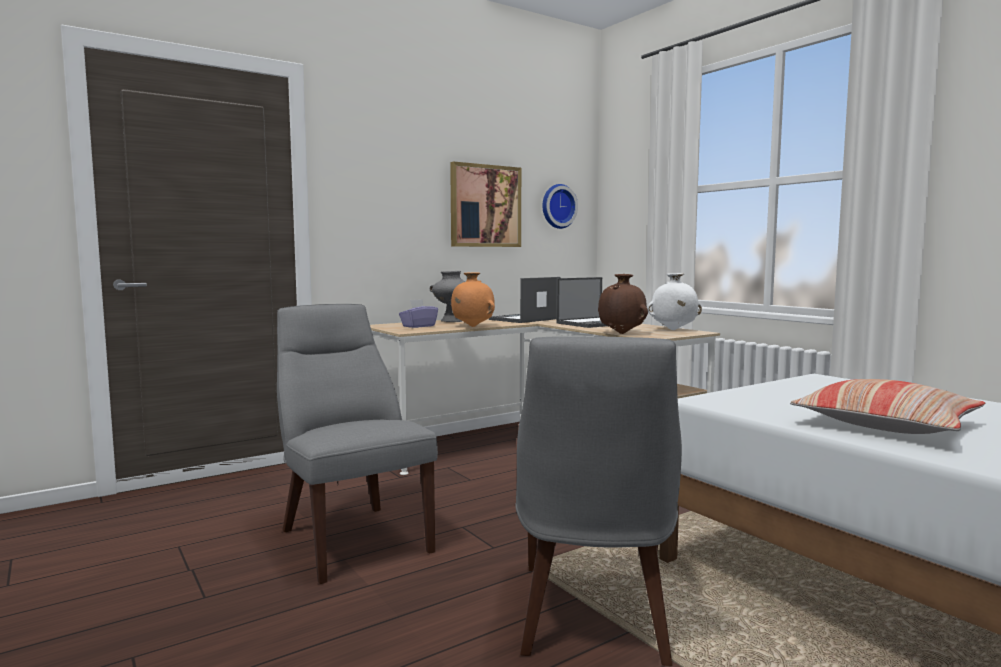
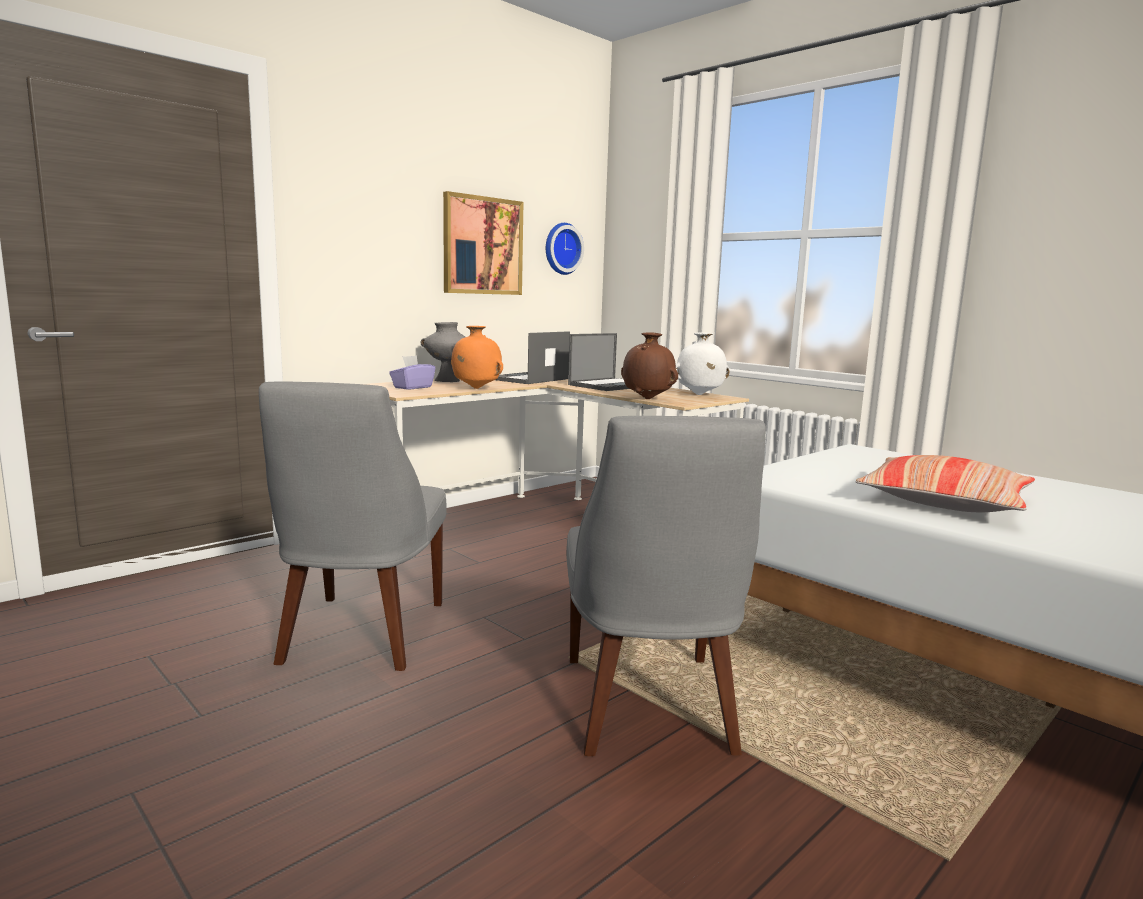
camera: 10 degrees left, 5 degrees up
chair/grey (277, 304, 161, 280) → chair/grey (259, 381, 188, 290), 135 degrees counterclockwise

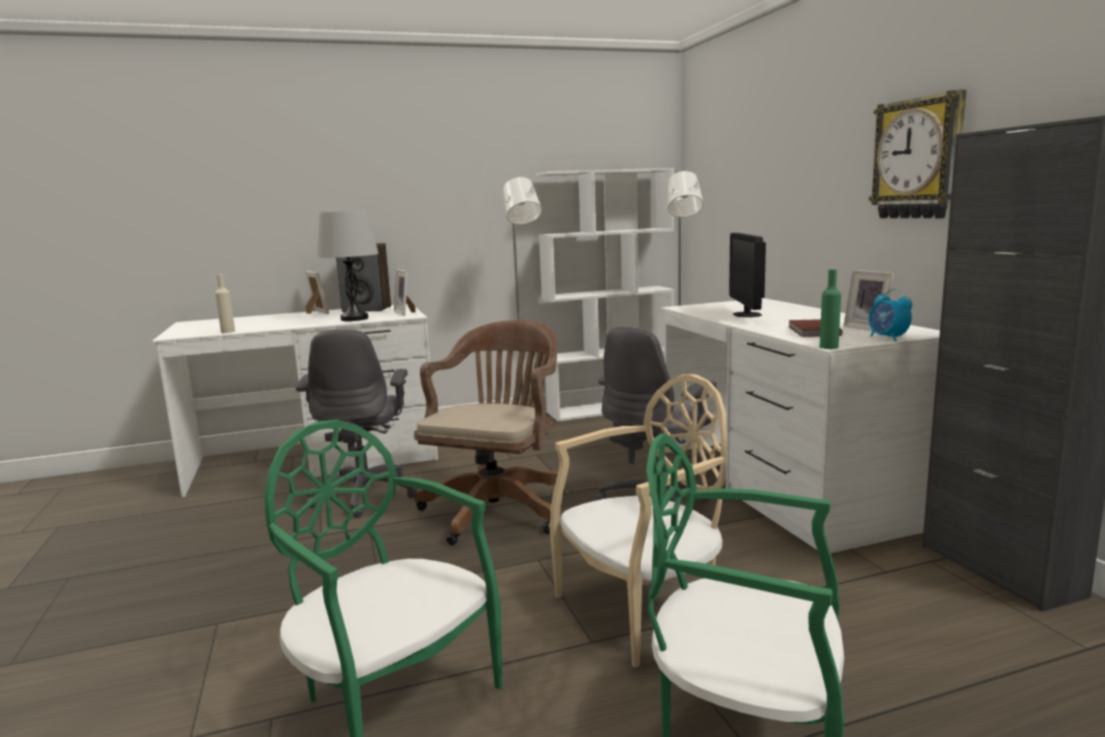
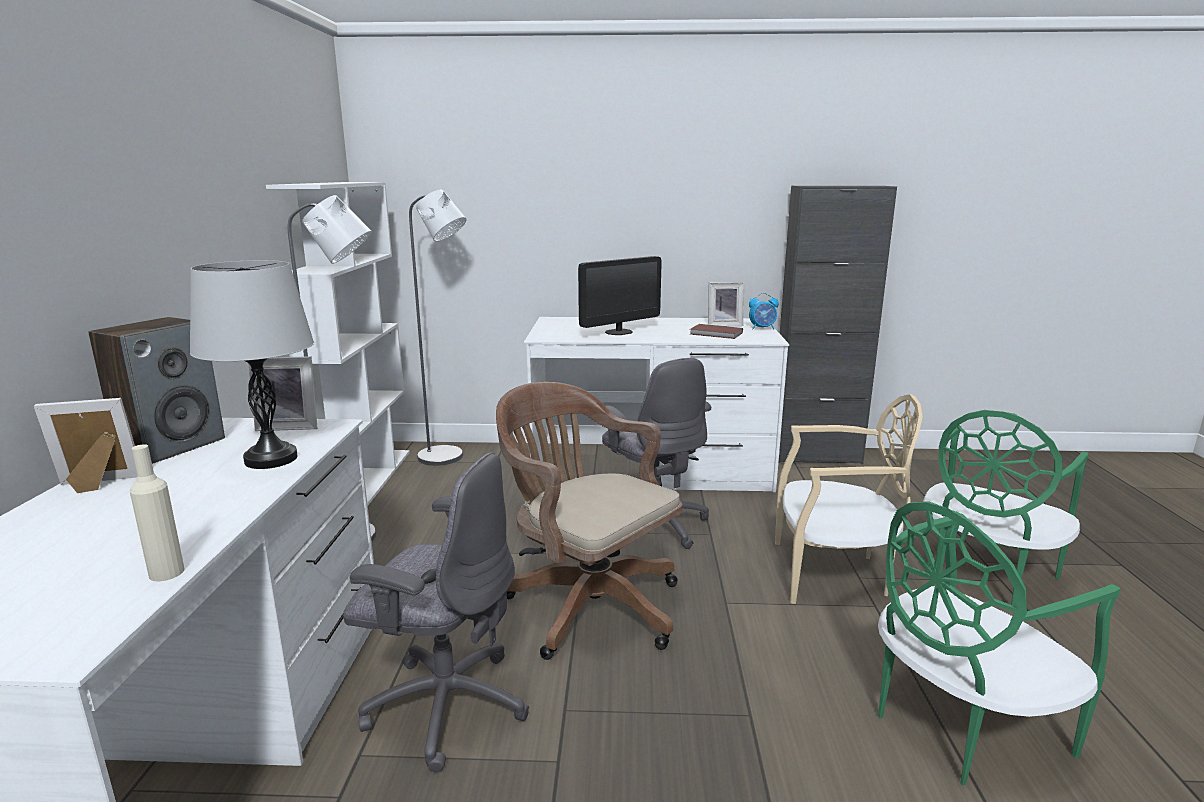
camera: 70 degrees left, 5 degrees up
bottle/green (820, 269, 21, 80) → -
wall clock (869, 90, 98, 128) → -
chair/beige (549, 374, 178, 294) → chair/beige (775, 394, 148, 210), 105 degrees clockwise
monitor (729, 233, 37, 84) → monitor (578, 256, 84, 79), 60 degrees counterclockwise

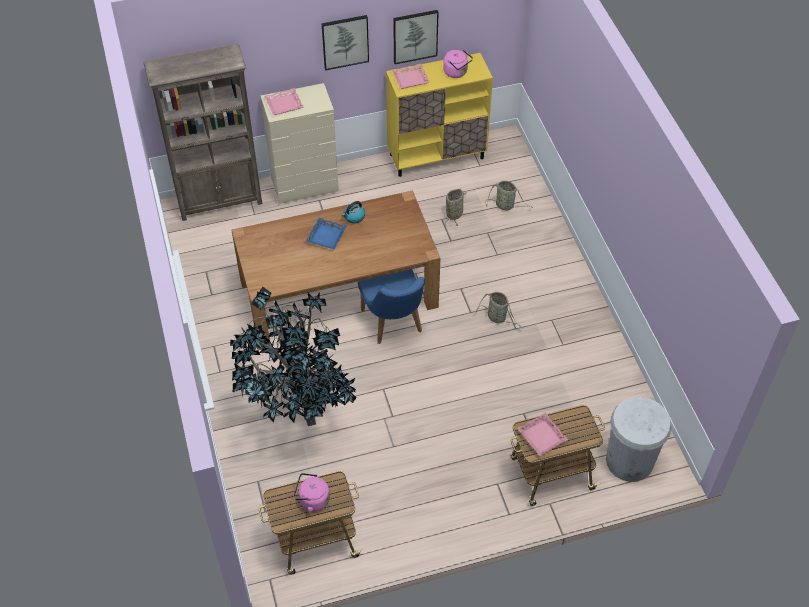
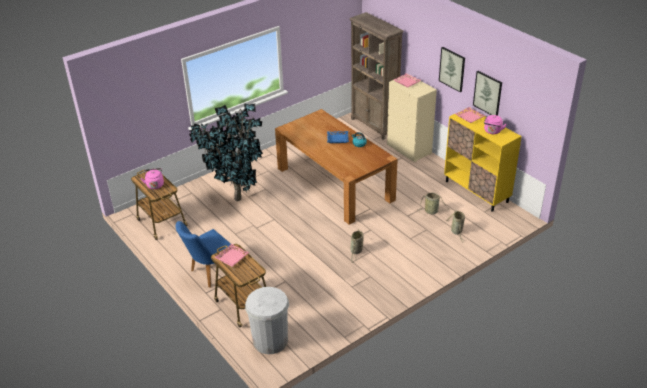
camera: 70 degrees right, 15 degrees down
chair/blue (358, 269, 67, 75) → chair/blue (176, 221, 62, 67), shifted

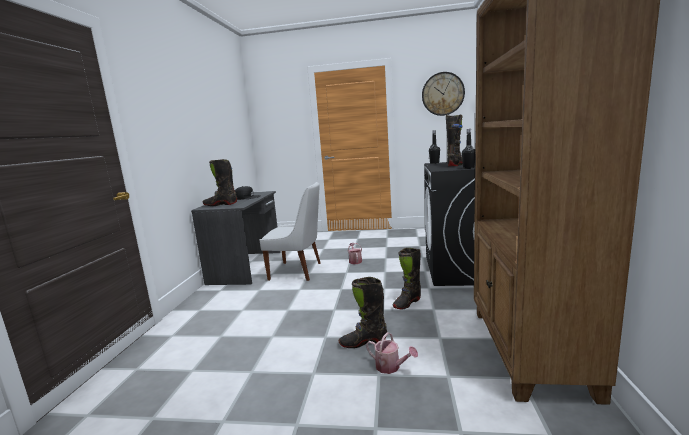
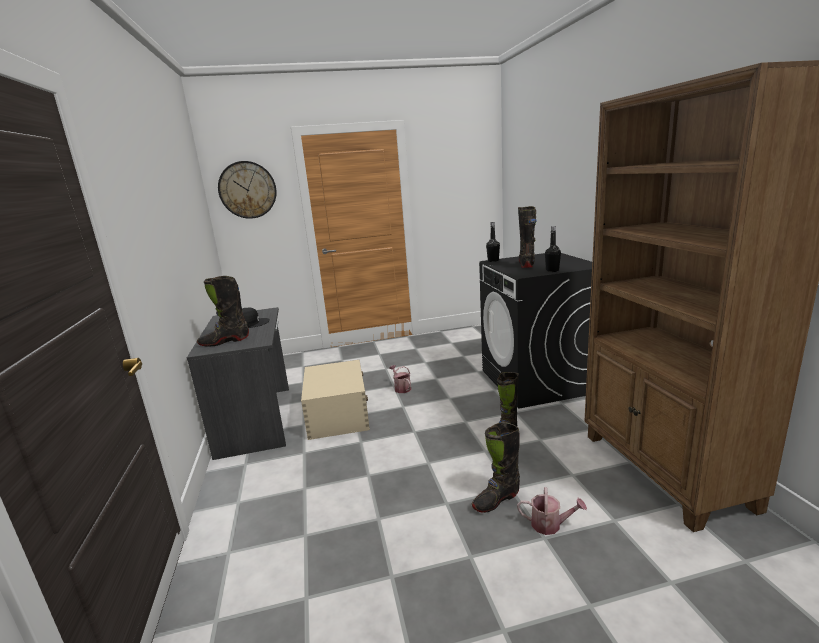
camera: 20 degrees left, 5 degrees up
wall clock (422, 72, 43, 44) → wall clock (218, 161, 59, 58), shifted
chair/white (260, 182, 61, 99) → storage box/beige (301, 360, 69, 80)

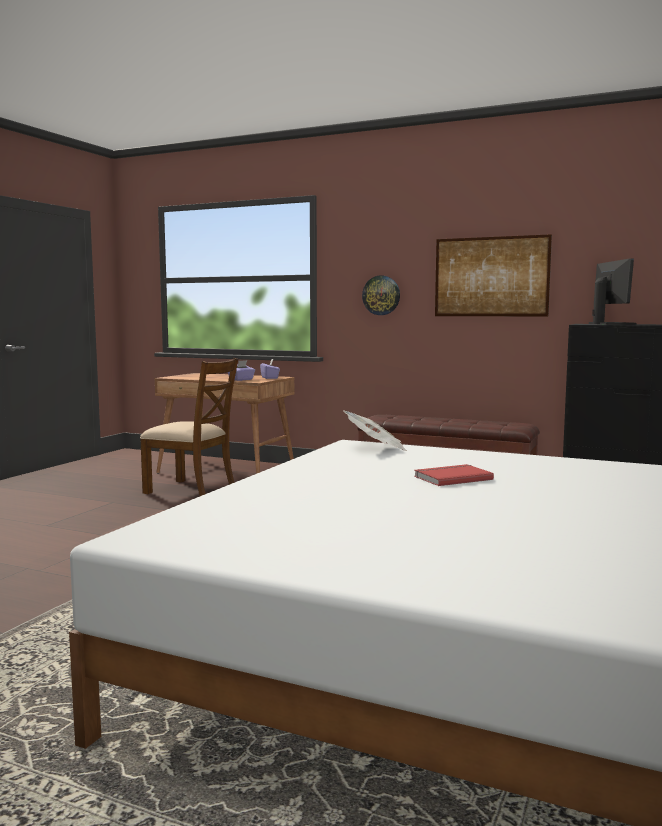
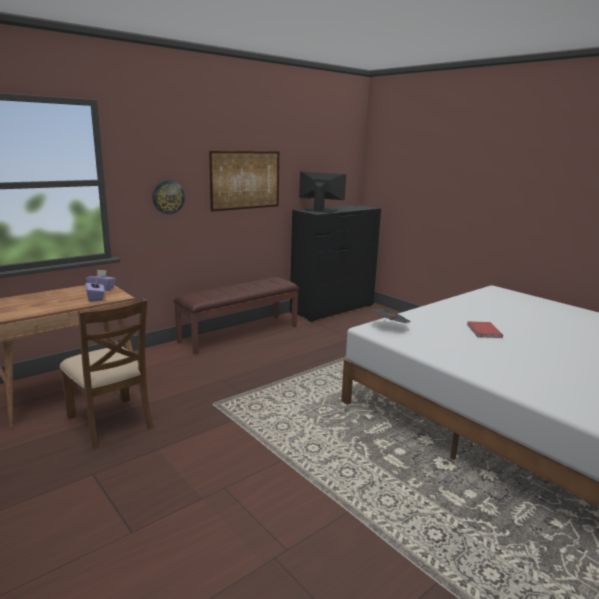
camera: 65 degrees left, 10 degrees up
chair/brown (140, 358, 98, 138) → chair/brown (60, 298, 93, 151), 90 degrees clockwise

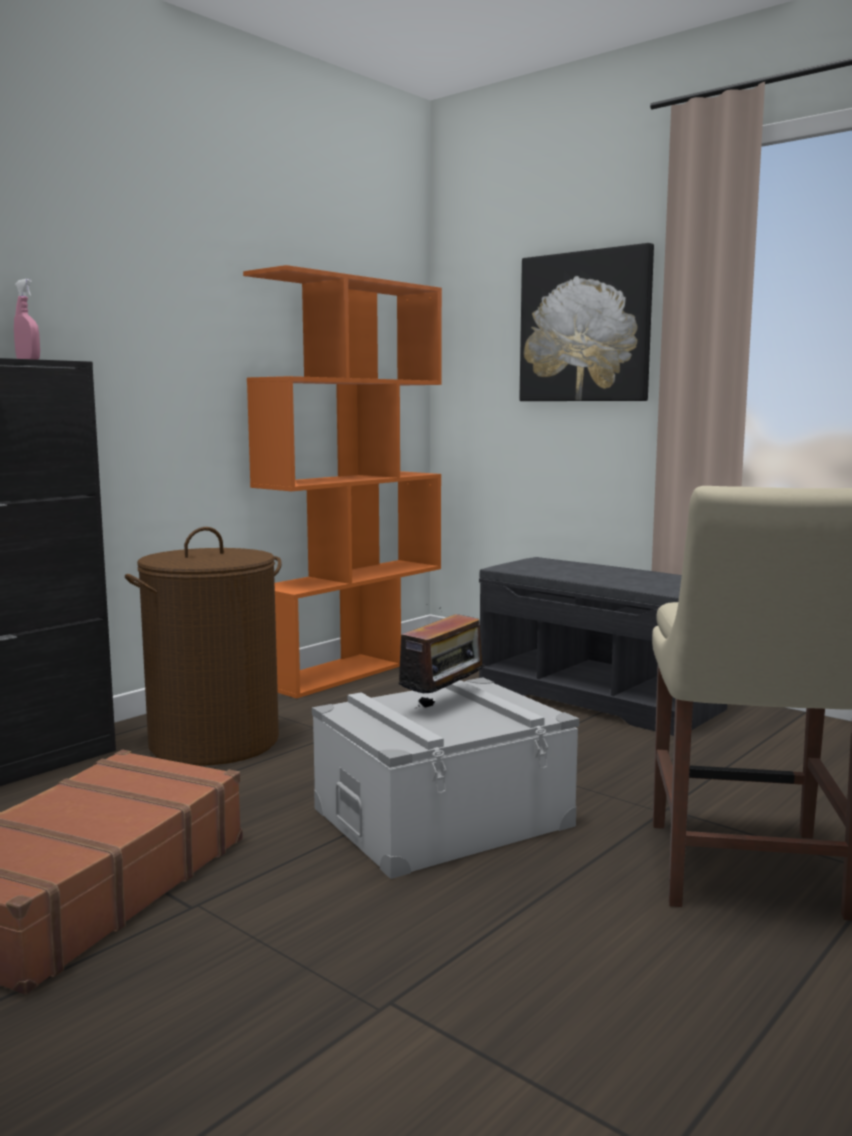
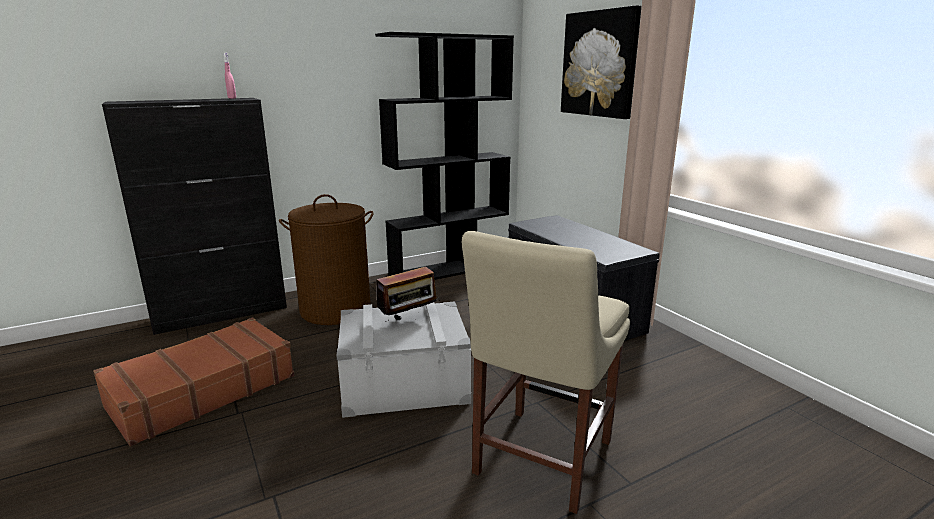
camera: 20 degrees right, 10 degrees up
bookcase/orange (243, 265, 199, 434) → bookcase/black (375, 32, 139, 248)

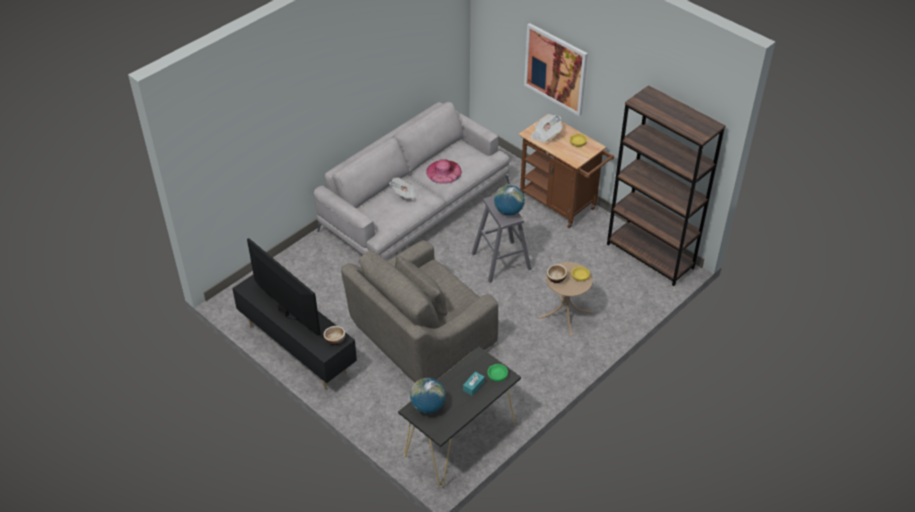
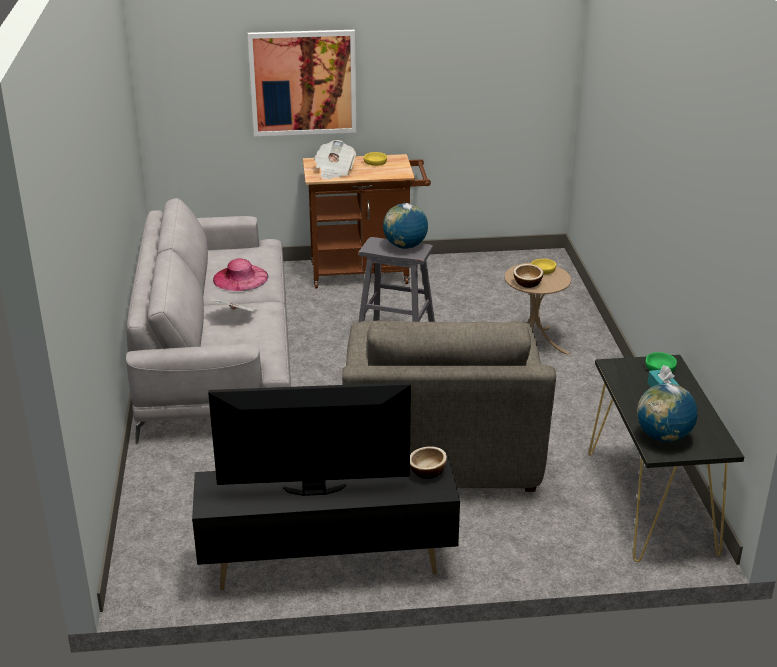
camera: 50 degrees left, 15 degrees down
bookcase/brown (607, 85, 119, 201) → -

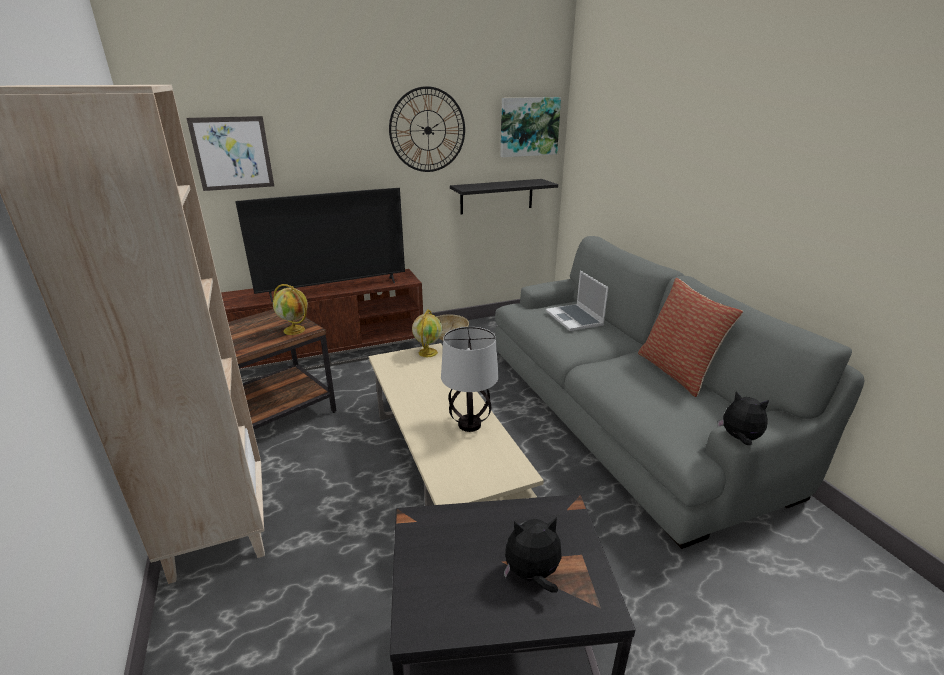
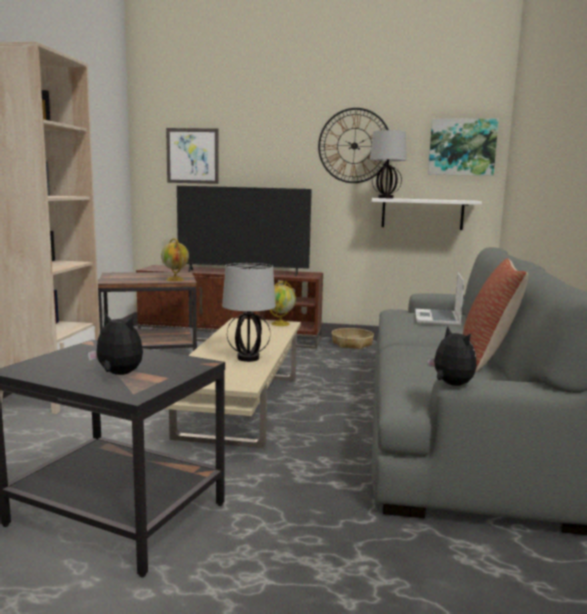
camera: 30 degrees right, 15 degrees down
- → table lamp (370, 130, 36, 68)
shelf/black (450, 179, 108, 35) → shelf/white (372, 198, 110, 32)

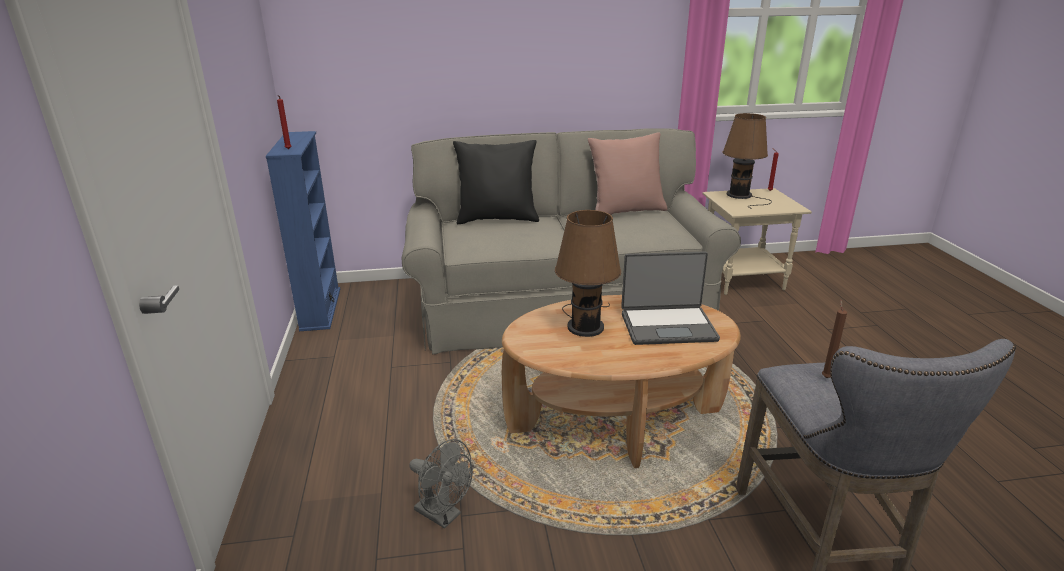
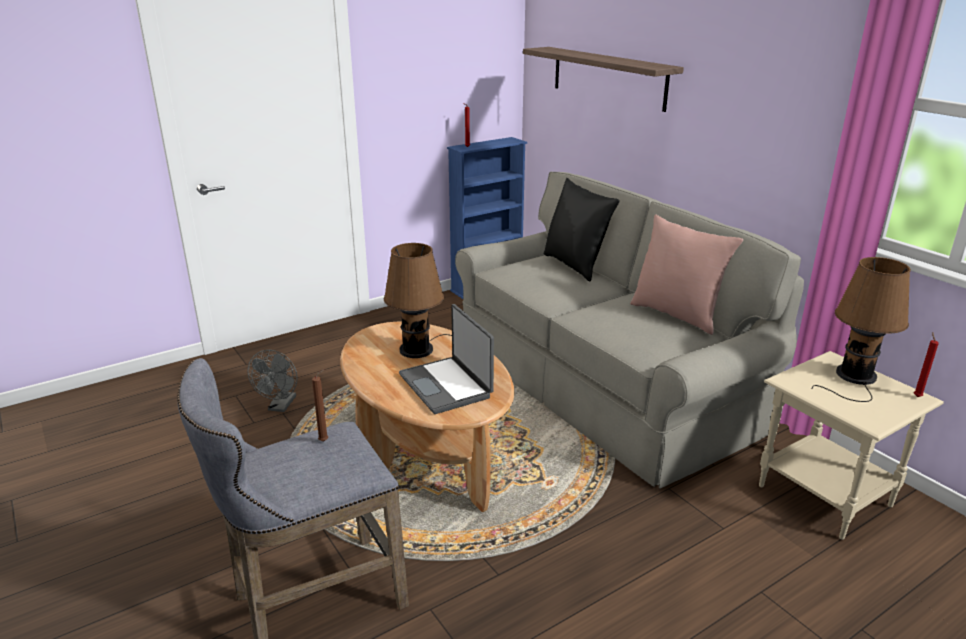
camera: 65 degrees right, 0 degrees up
- → shelf (523, 47, 161, 65)

